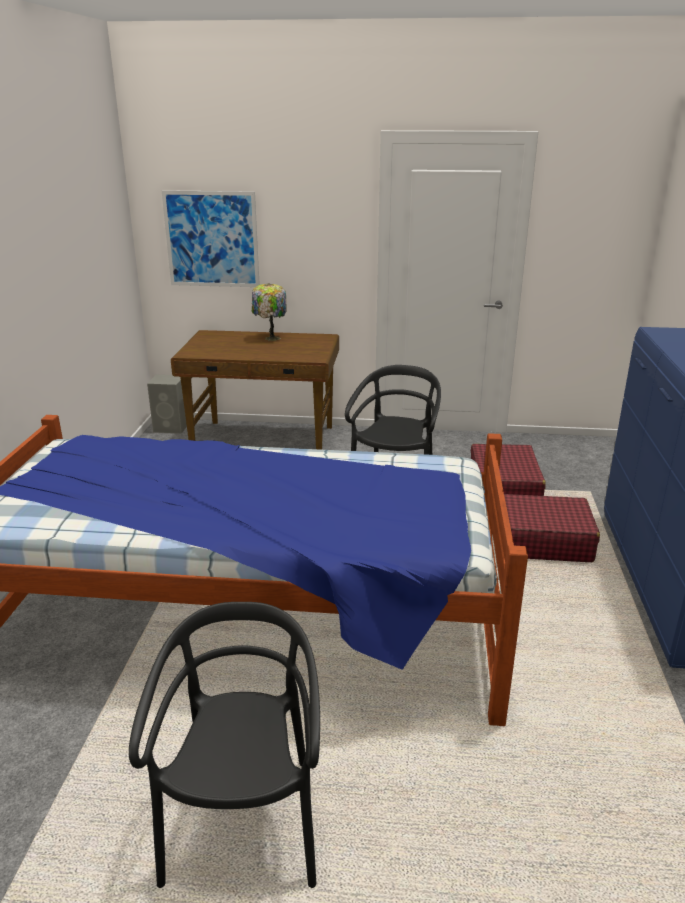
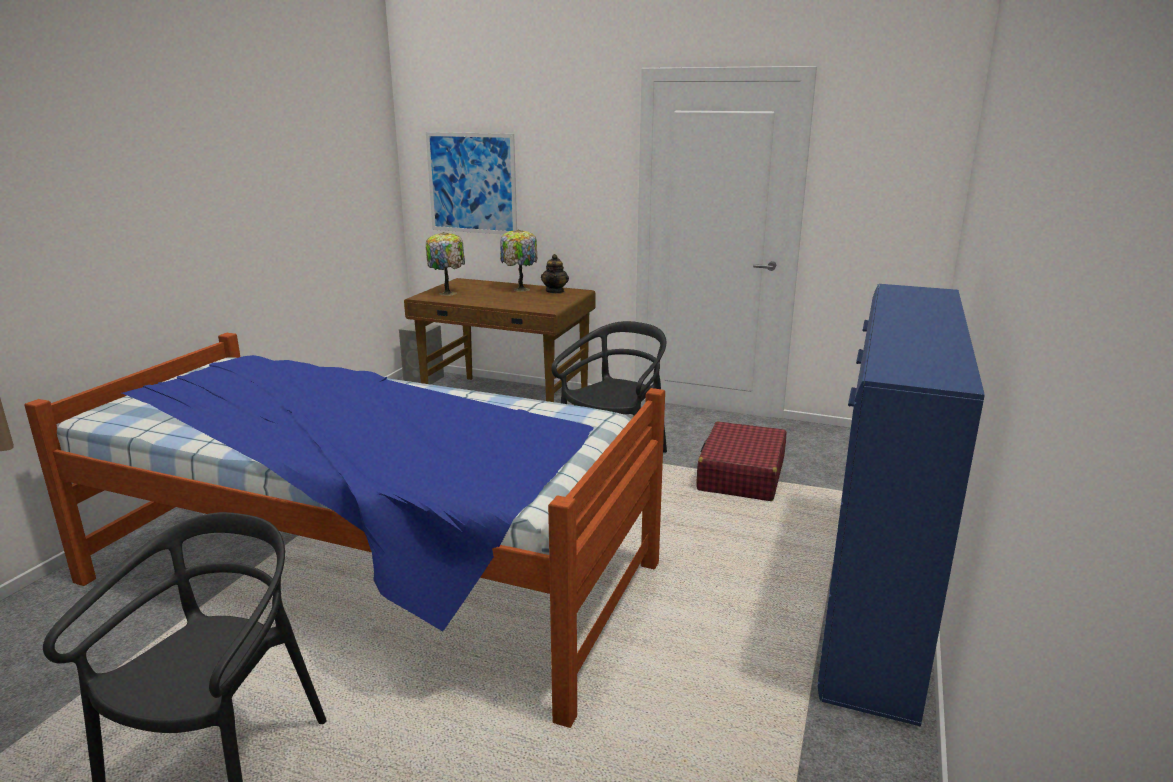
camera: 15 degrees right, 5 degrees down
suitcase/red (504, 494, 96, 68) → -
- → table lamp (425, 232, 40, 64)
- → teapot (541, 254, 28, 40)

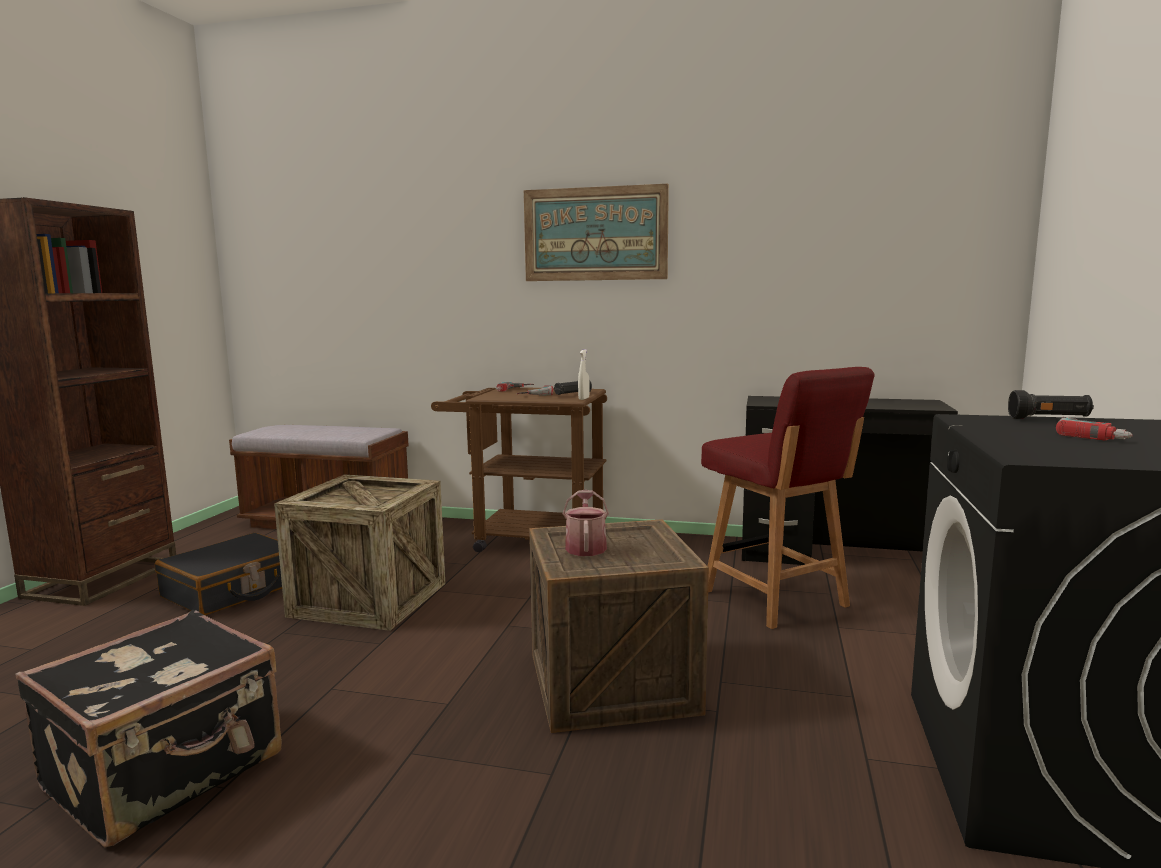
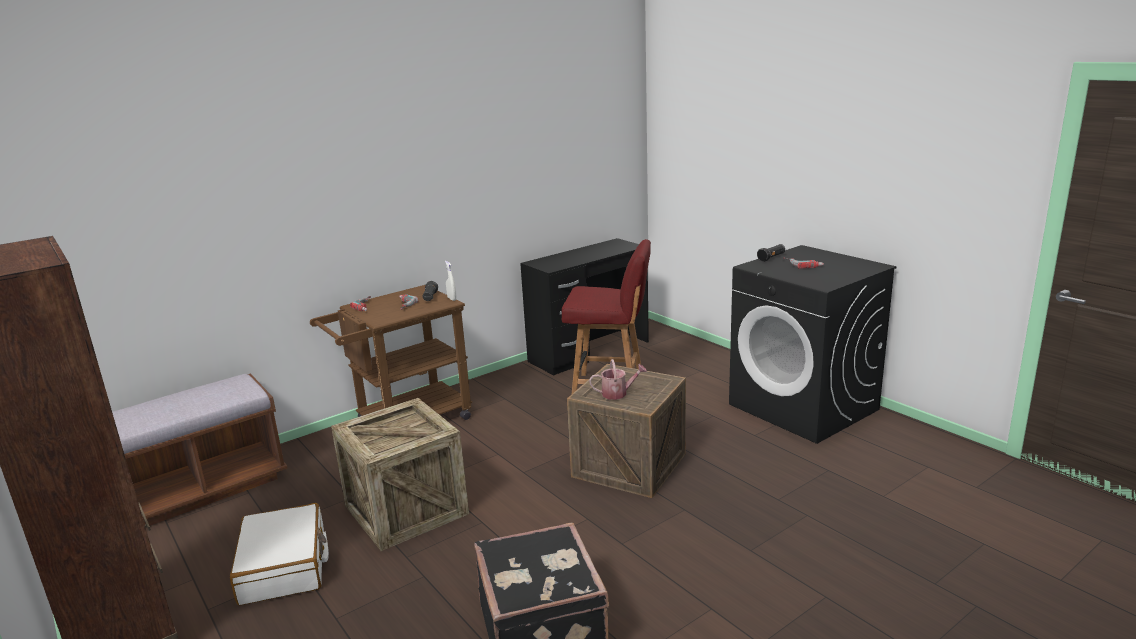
camera: 50 degrees left, 10 degrees up
picture (524, 184, 145, 97) → -
suitcase/black (155, 533, 127, 82) → suitcase/white (230, 503, 99, 102)
watering can (563, 490, 46, 66) → watering can (589, 359, 58, 41), 135 degrees clockwise

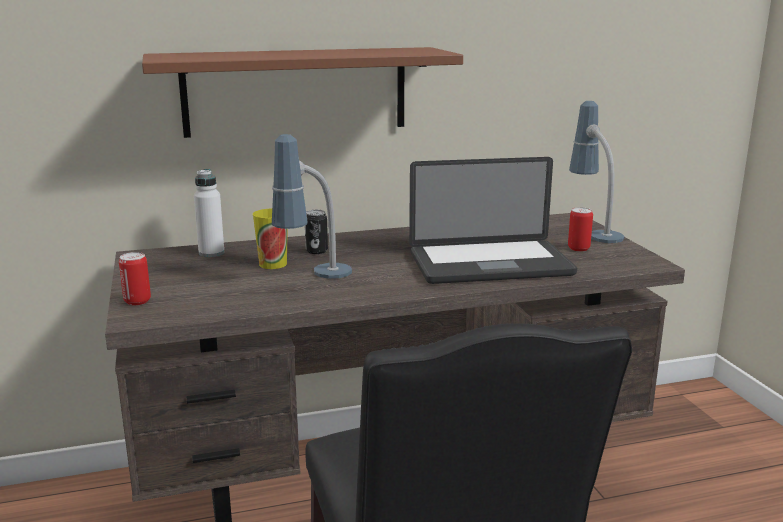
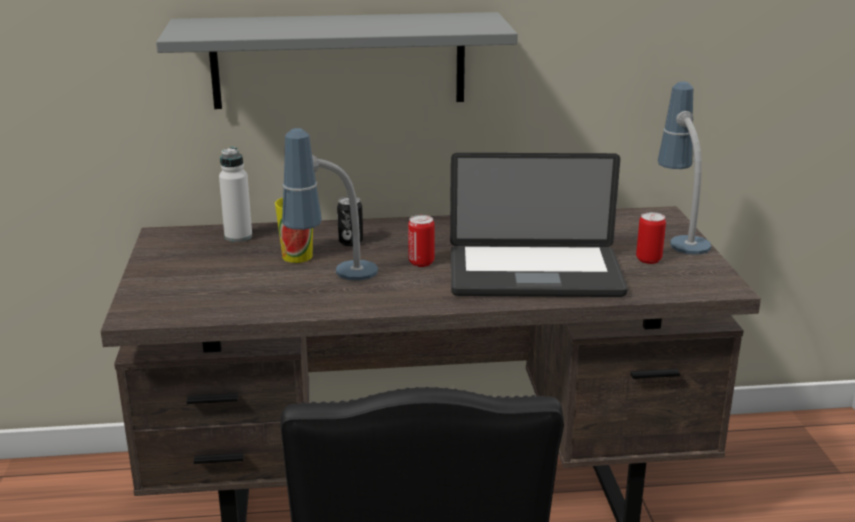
camera: 10 degrees right, 5 degrees up
can (119, 252, 32, 53) → can (408, 215, 27, 52), shifted
shelf/brown (142, 47, 321, 91) → shelf/grey (156, 12, 362, 97)

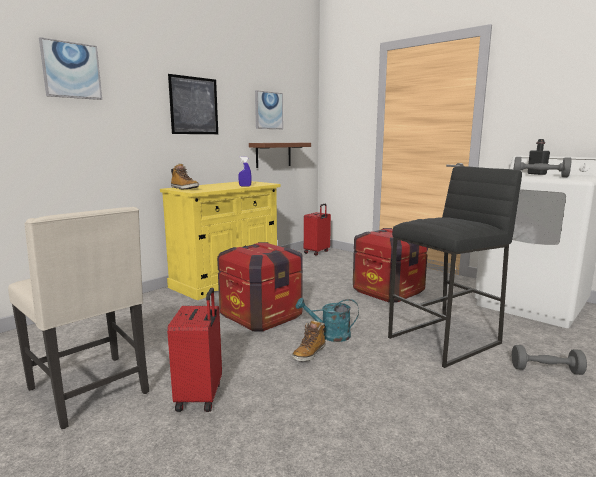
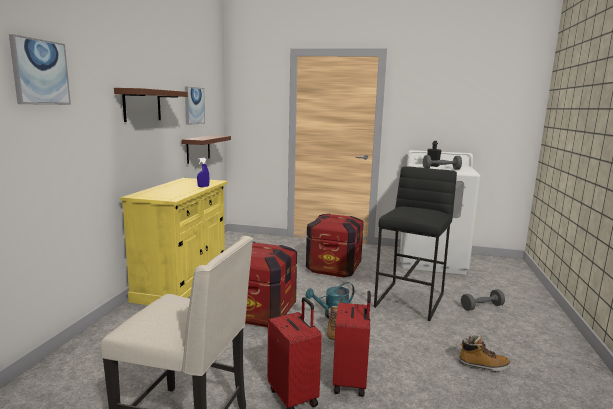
camera: 30 degrees left, 0 degrees up
boot (171, 164, 28, 25) → boot (459, 335, 51, 37), shifted
suitcase/red (304, 204, 27, 52) → suitcase/red (333, 291, 38, 106), shifted
picture (168, 74, 50, 60) → shelf/brown (114, 88, 74, 34)

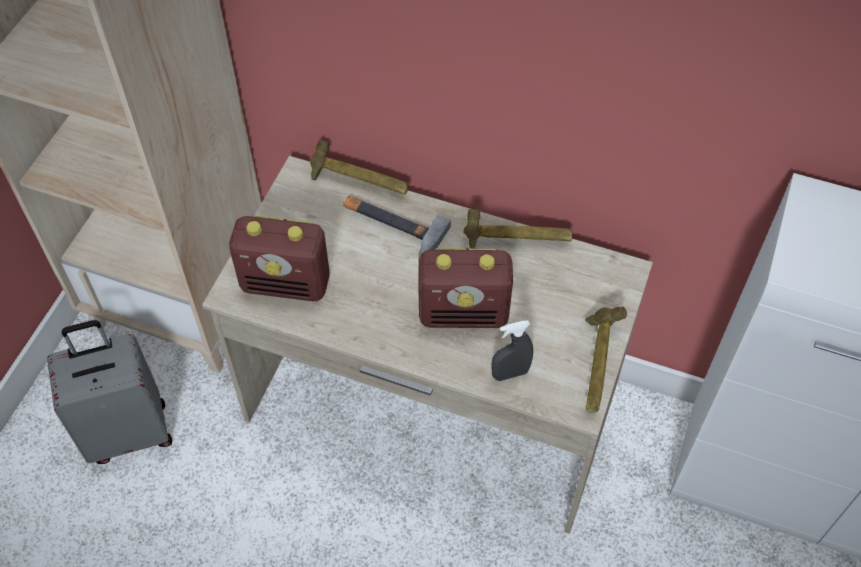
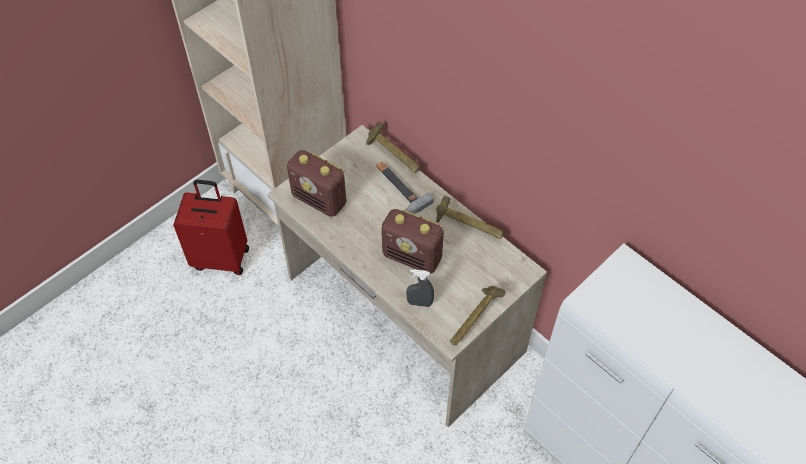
camera: 25 degrees right, 0 degrees up
suitcase/grey (47, 320, 125, 144) → suitcase/red (173, 180, 76, 95)

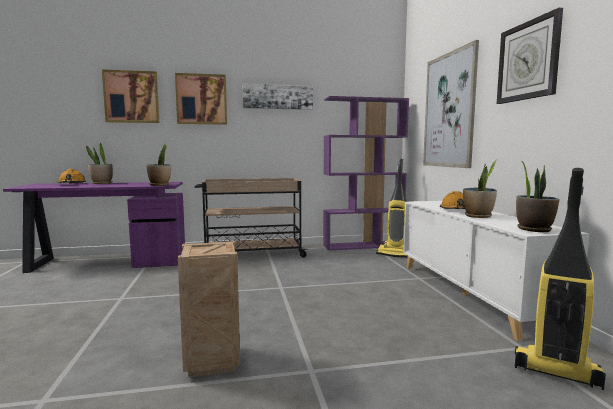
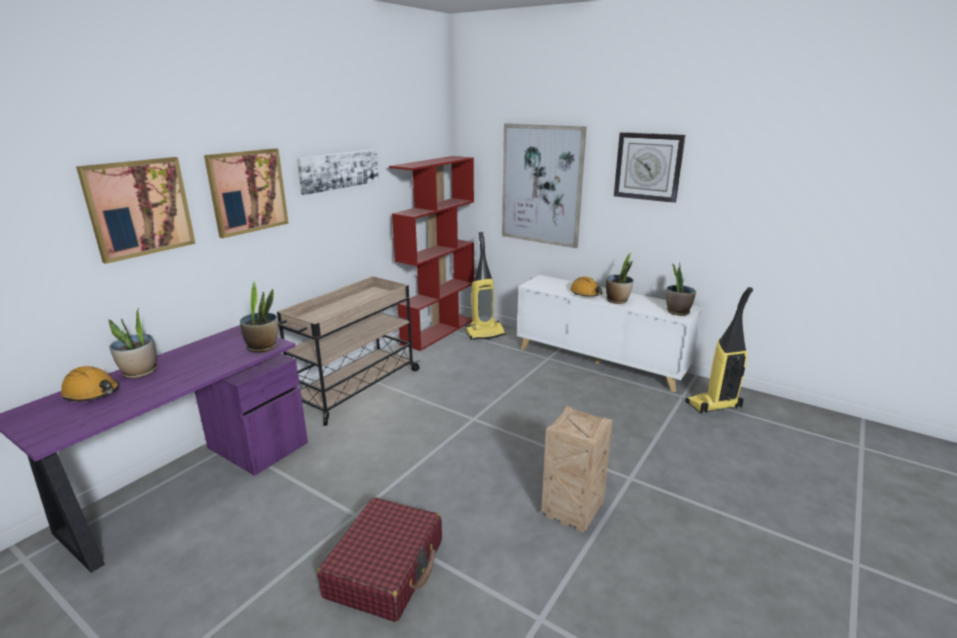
camera: 45 degrees left, 15 degrees up
- → suitcase/red (317, 497, 125, 125)
bookcase/purple (323, 96, 86, 155) → bookcase/red (389, 156, 85, 195)

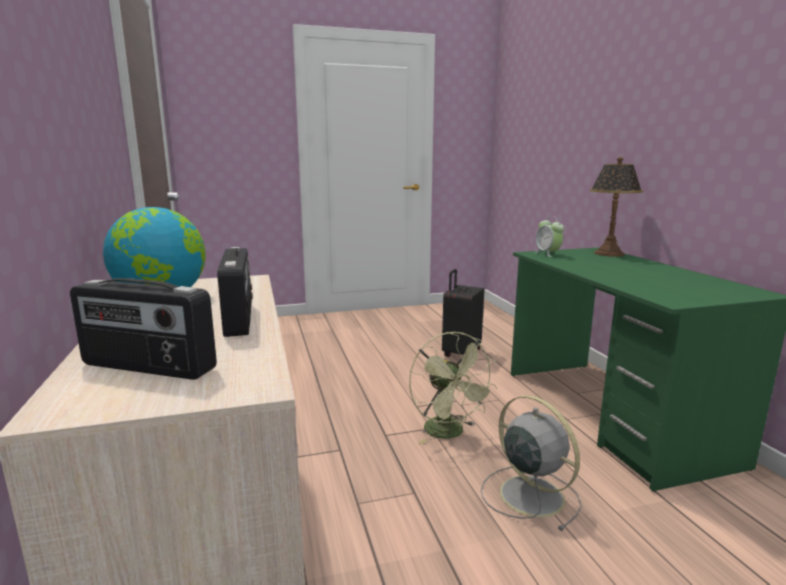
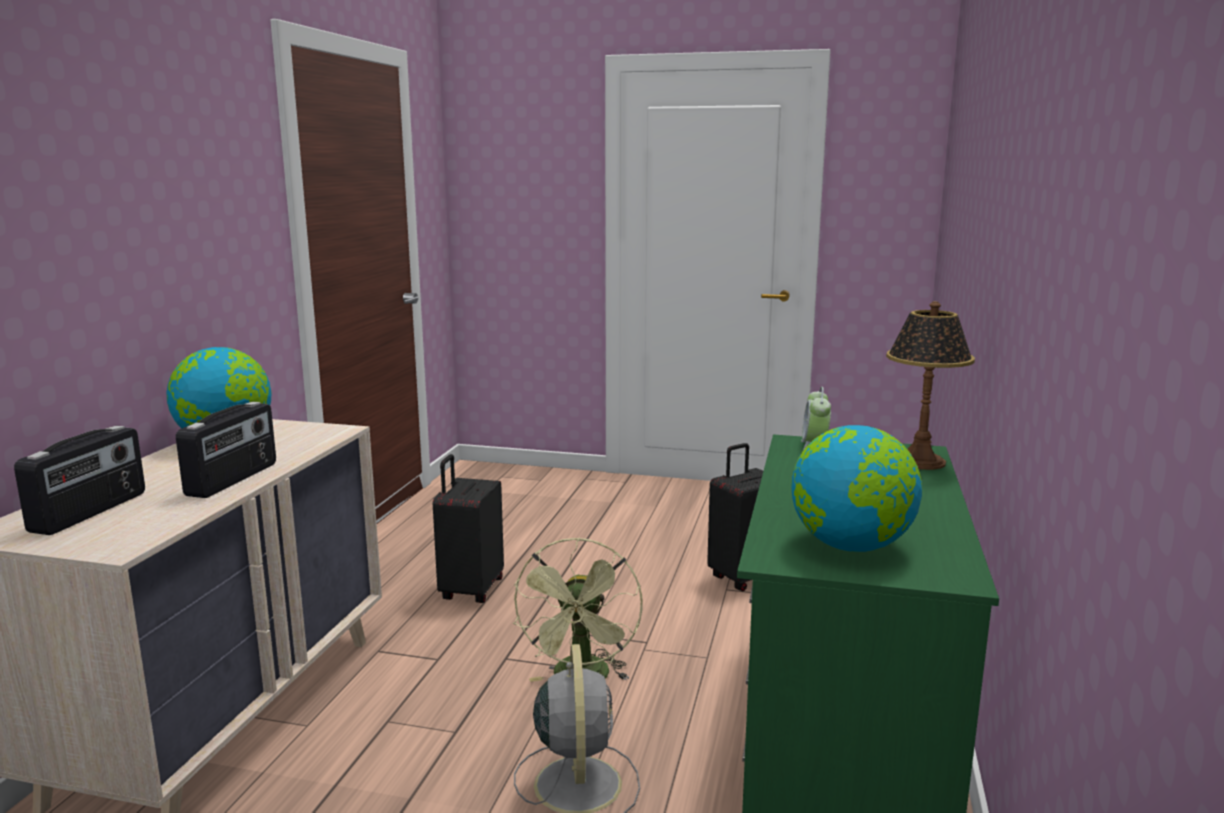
camera: 30 degrees right, 0 degrees up
- → suitcase/black (433, 454, 71, 149)
- → globe (791, 425, 131, 127)
radio (70, 278, 147, 102) → radio (14, 426, 131, 109), 120 degrees counterclockwise

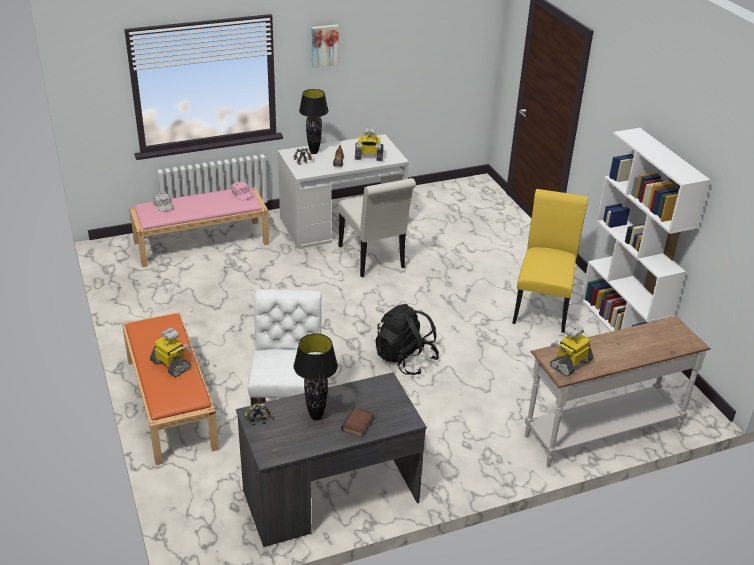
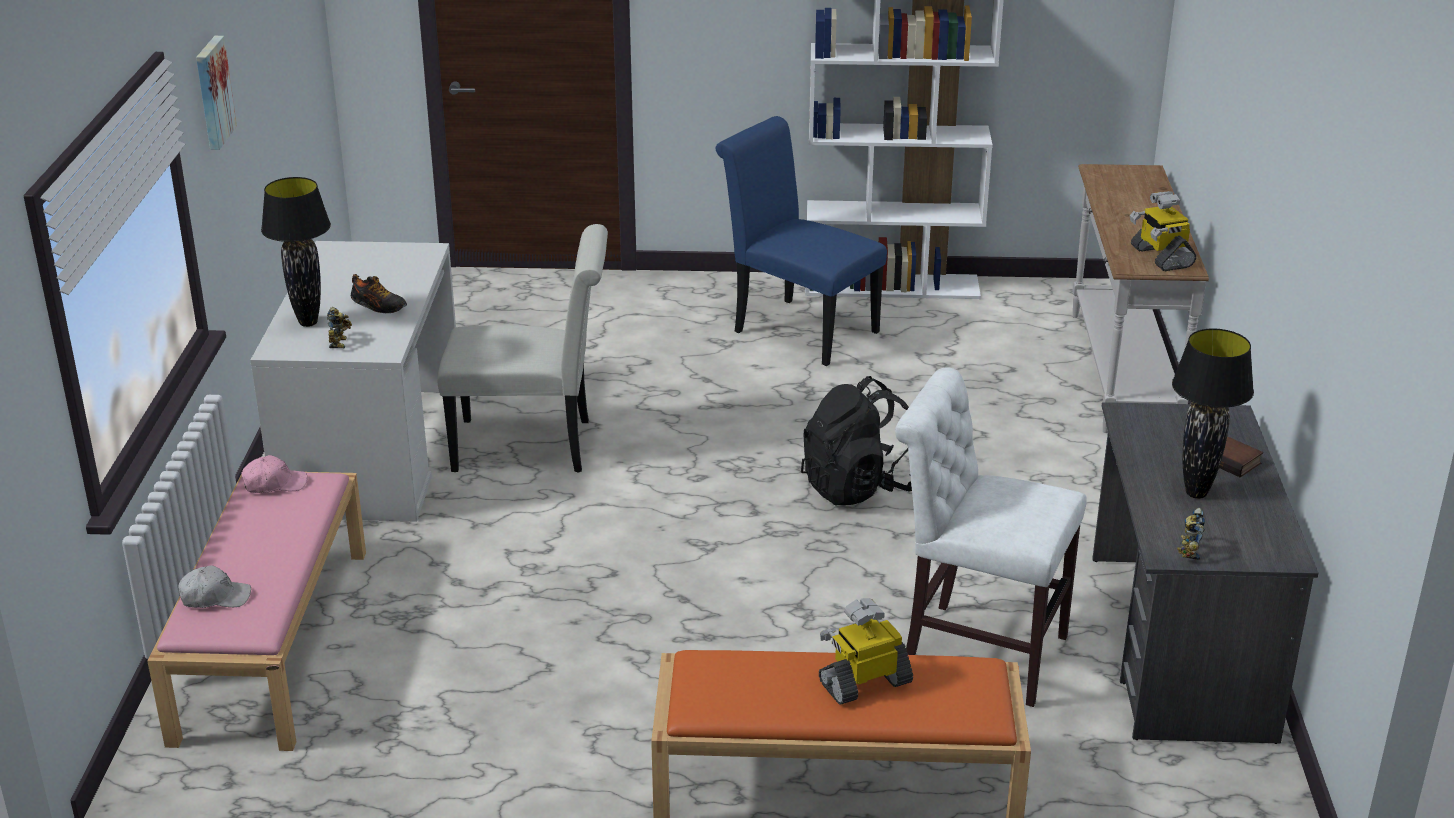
camera: 65 degrees left, 5 degrees down
toy robot (355, 128, 28, 33) → -
chair/yellow (512, 189, 76, 144) → chair/blue (716, 116, 171, 250)

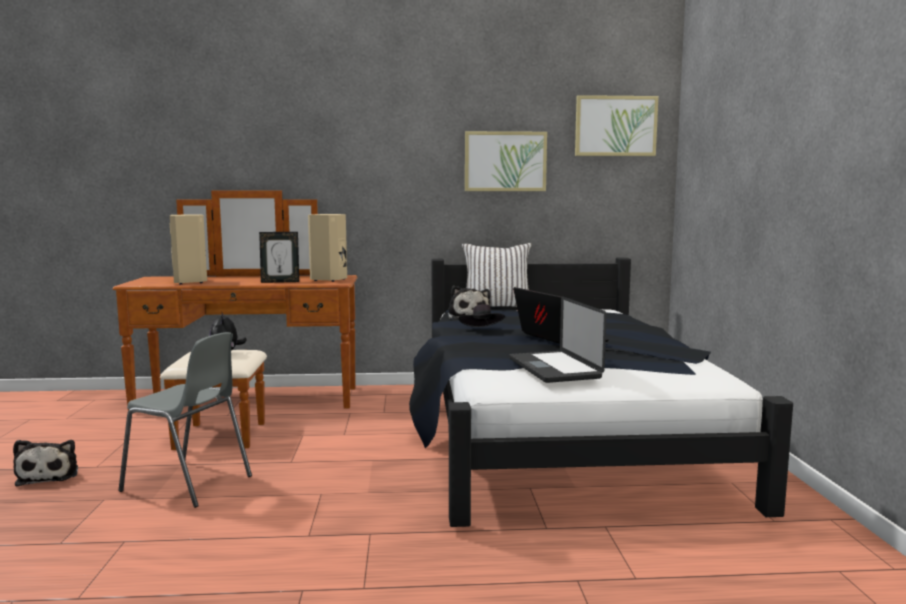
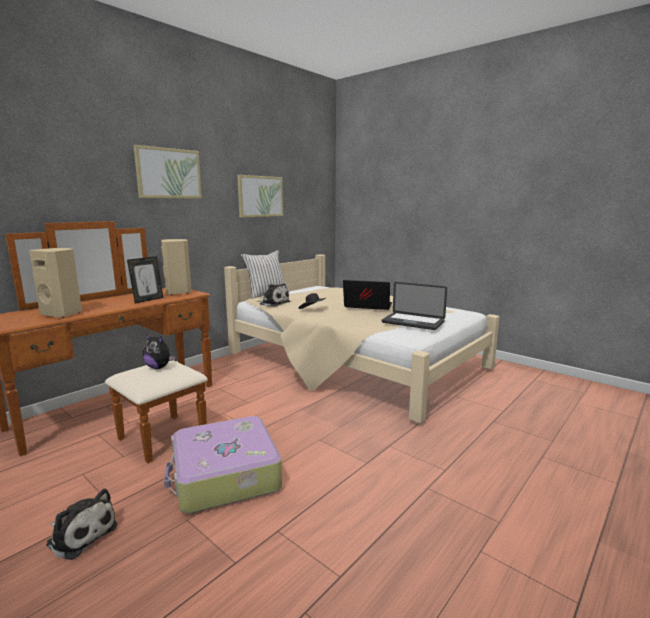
camera: 45 degrees left, 5 degrees up
picture (575, 95, 84, 61) → picture (133, 145, 69, 54), shifted
chair/grey (118, 332, 134, 176) → suitcase (164, 416, 118, 98)
bed/black (409, 257, 384, 270) → bed/beige (224, 254, 276, 169)

